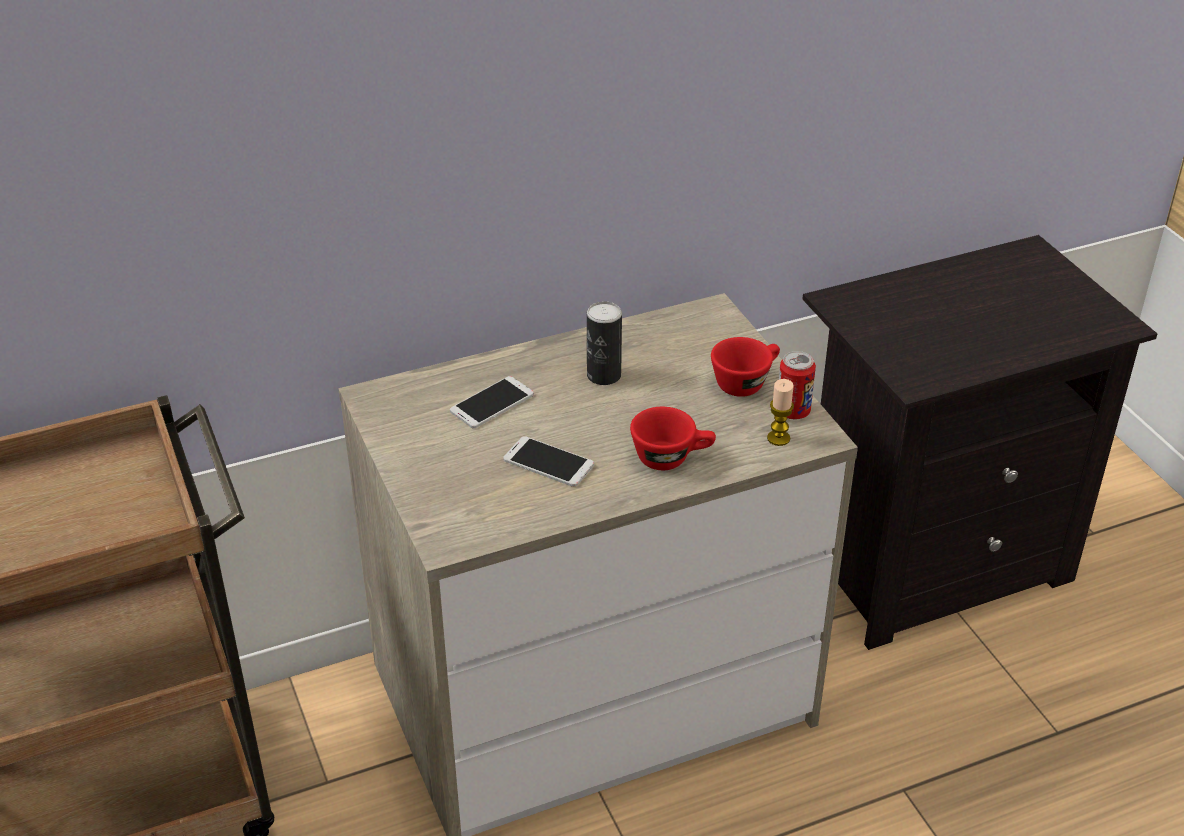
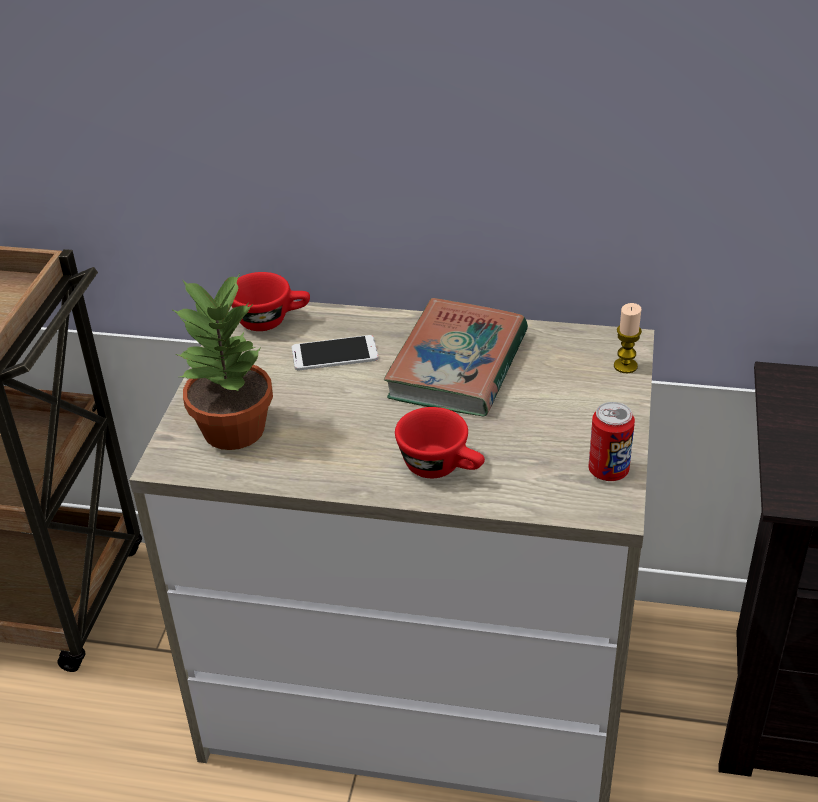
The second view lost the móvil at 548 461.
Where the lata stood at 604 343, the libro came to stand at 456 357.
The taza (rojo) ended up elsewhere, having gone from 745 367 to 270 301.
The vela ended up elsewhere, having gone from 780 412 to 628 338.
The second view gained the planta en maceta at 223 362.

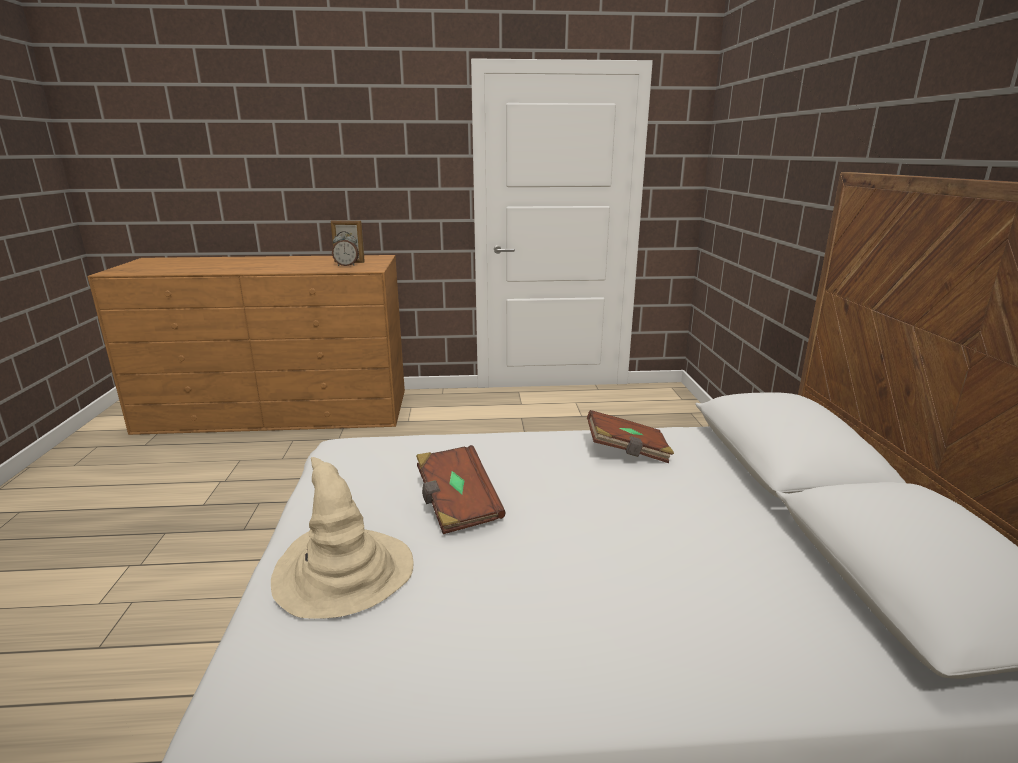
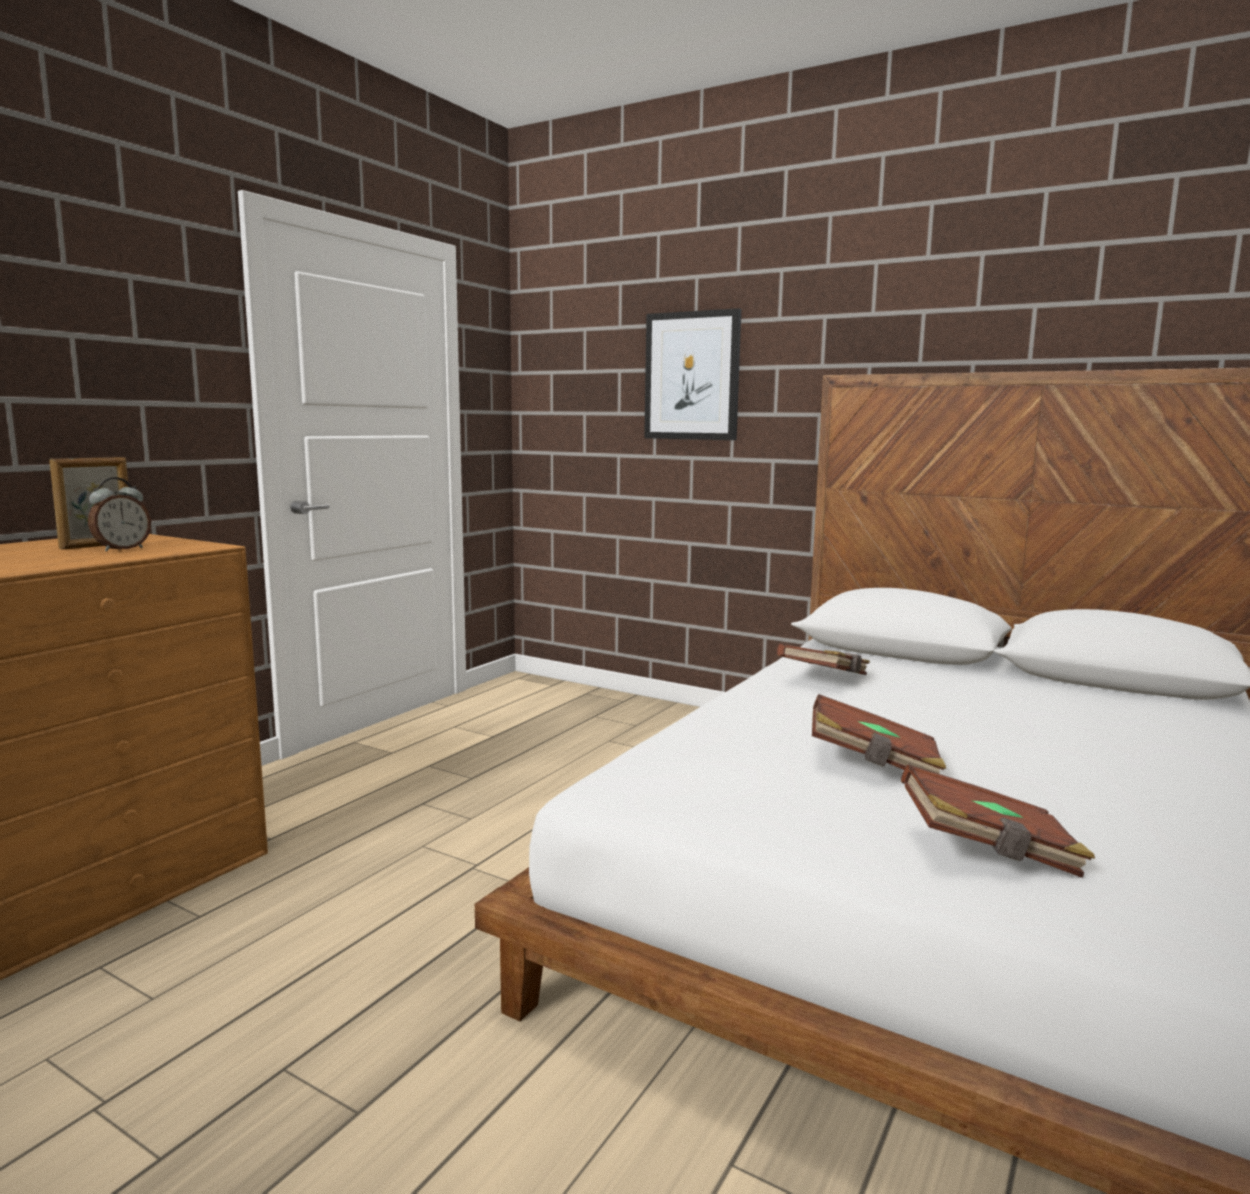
Where the sombrero (beis) stood at 342 538, the libro (marrón) came to stand at 998 821.
The second view gained the cuadro at 692 374.

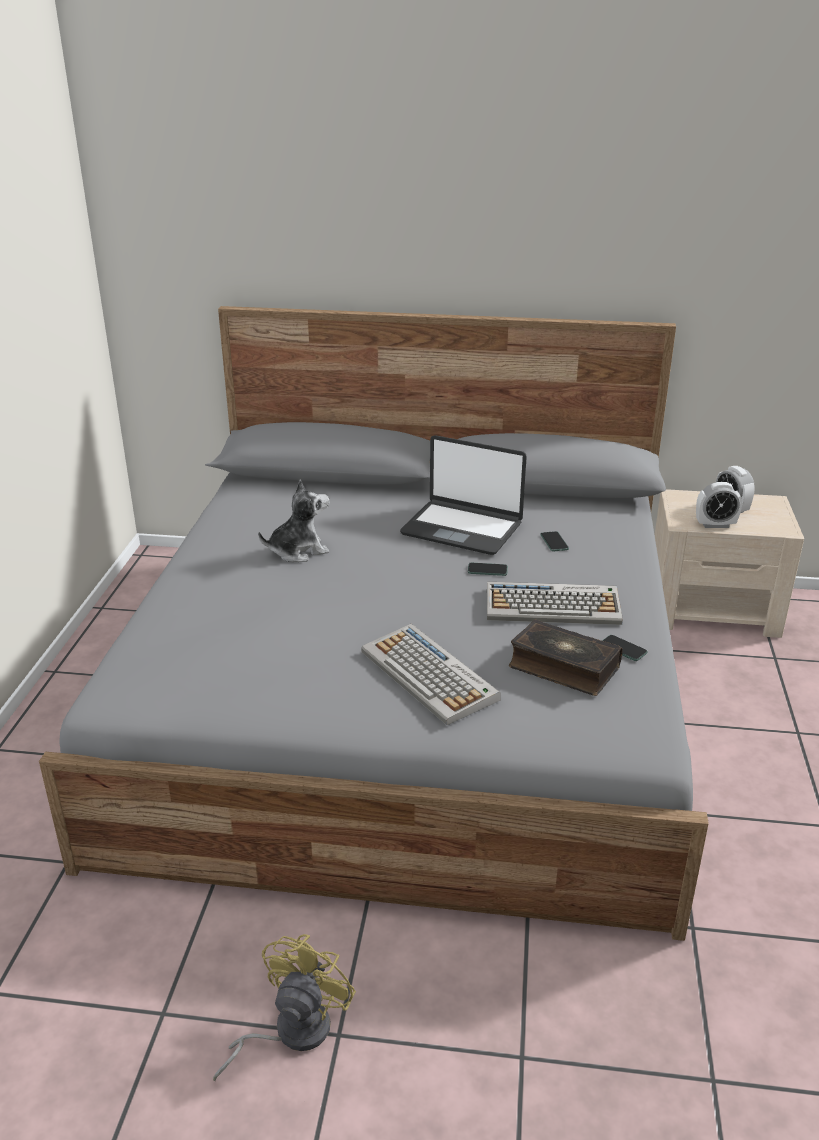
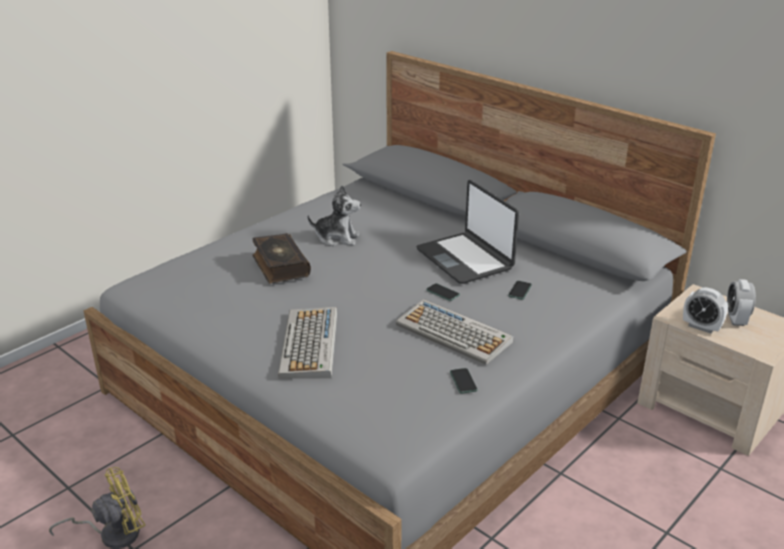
The libro ended up elsewhere, having gone from 566 657 to 282 258.

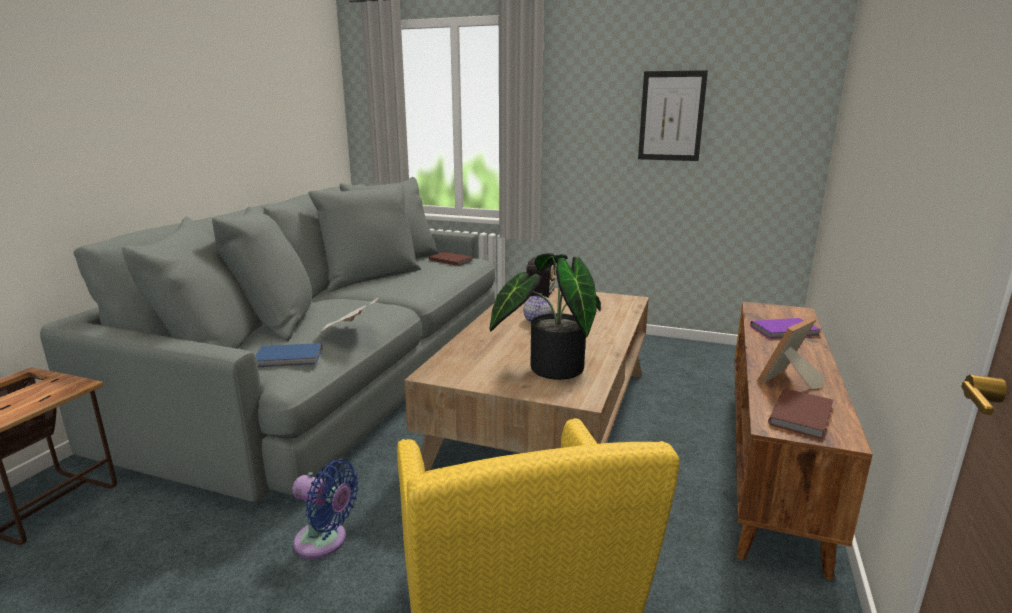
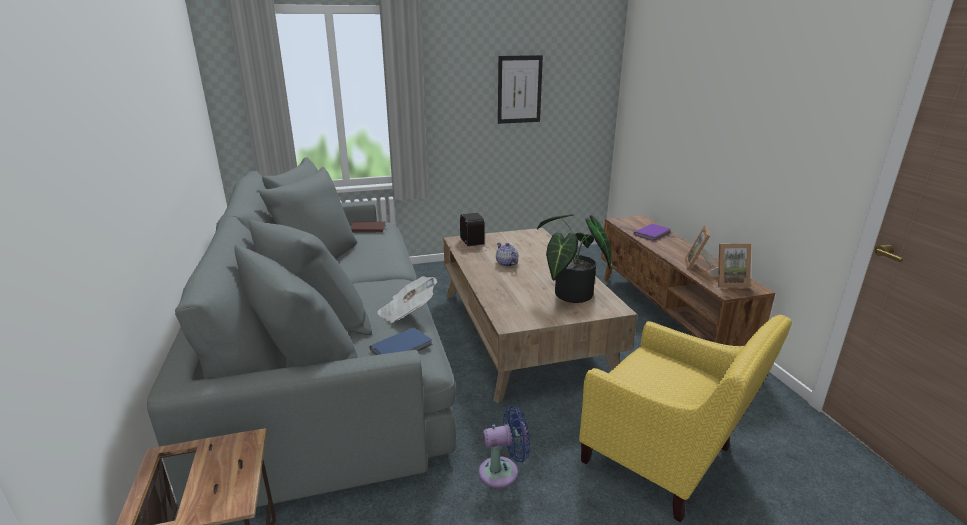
Where the libro (marrón) stood at 800 413, the portarretratos came to stand at 731 266.

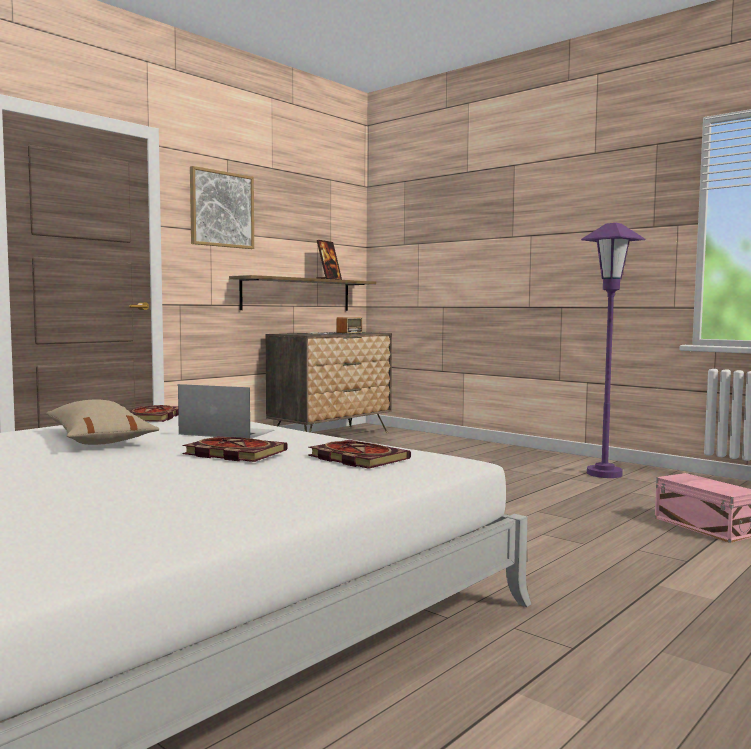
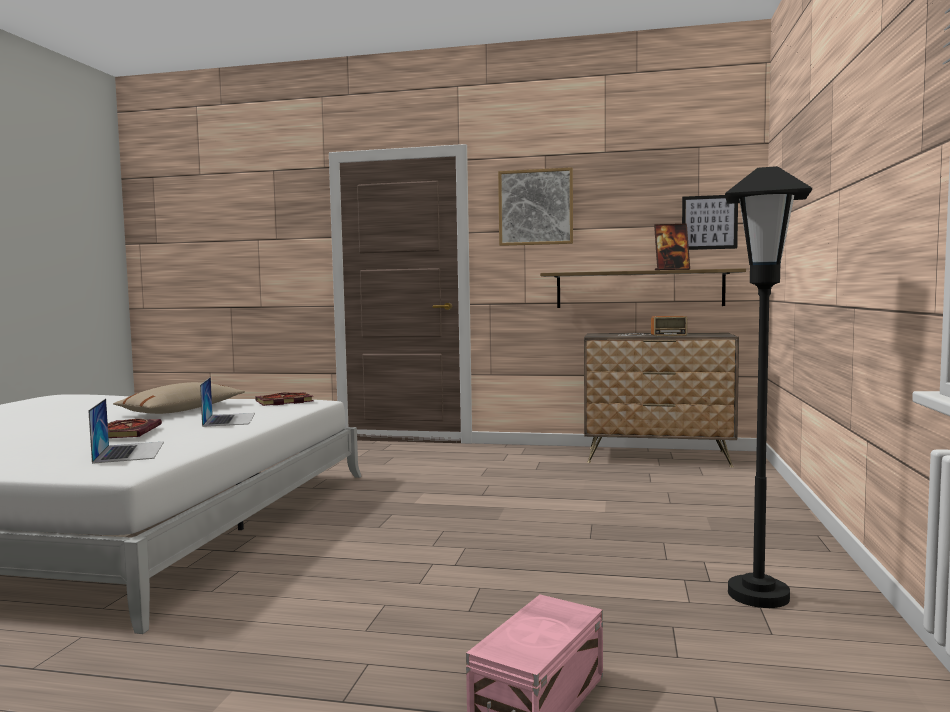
Where the libro stood at 359 454, the portátil came to stand at 126 431.
What was the lámpara de pie (morado) at 613 350 turned into the lámpara de pie (negro) at 768 387.
The second view gained the cuadro at 710 222.

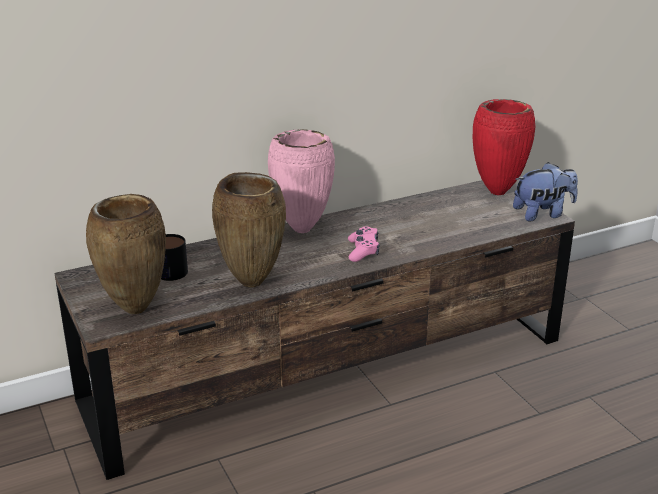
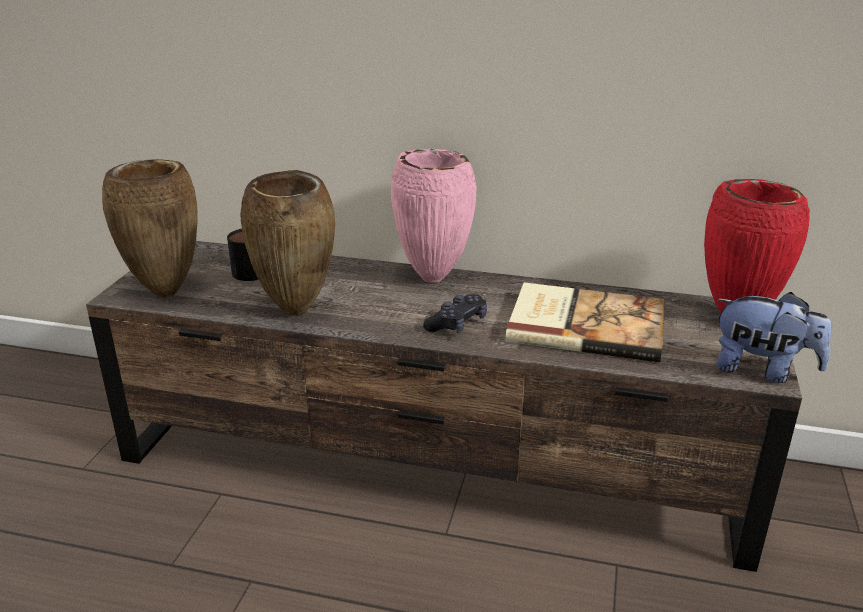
What was the mando de consola (rosa) at 364 244 turned into the mando de consola (negro) at 455 313.
The second view gained the libro at 585 322.

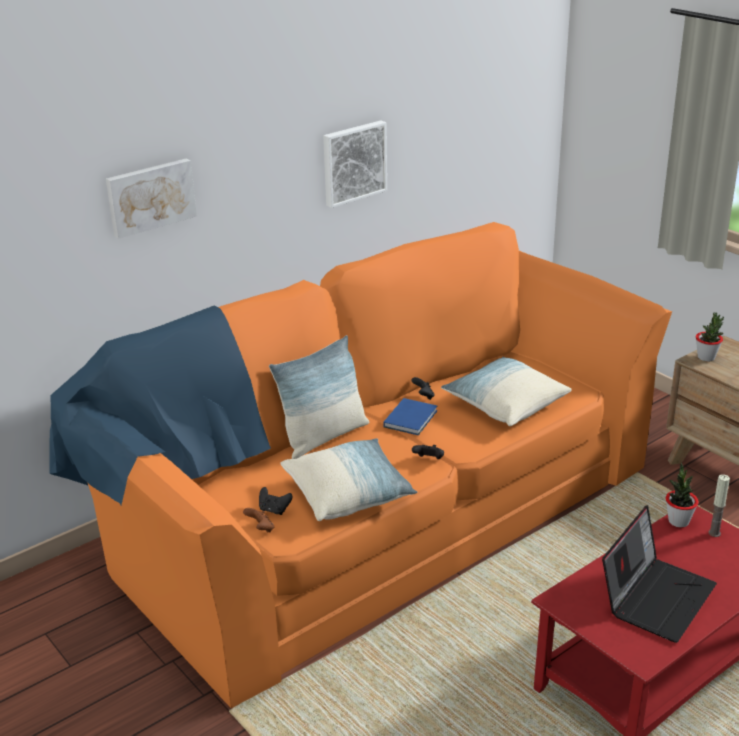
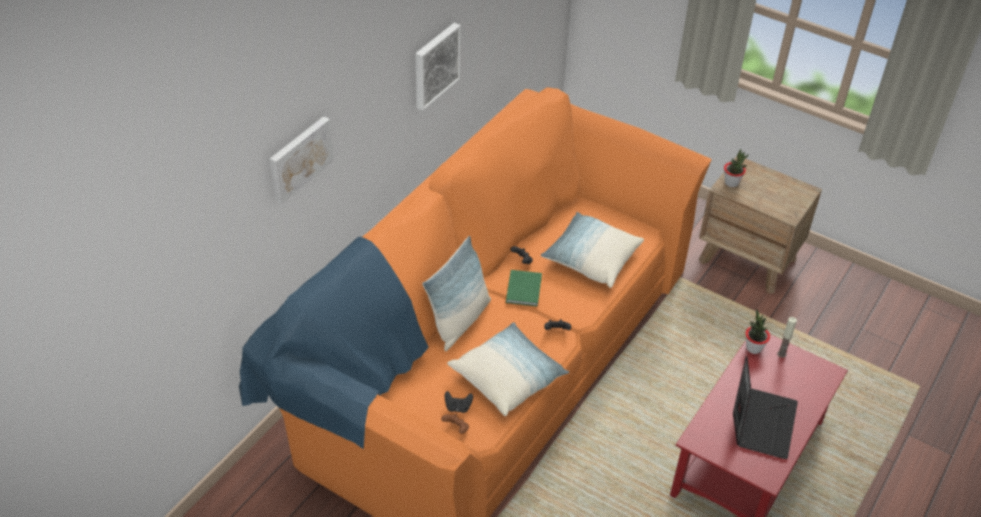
What was the libro (azul) at 410 416 turned into the libro (verde) at 524 288.

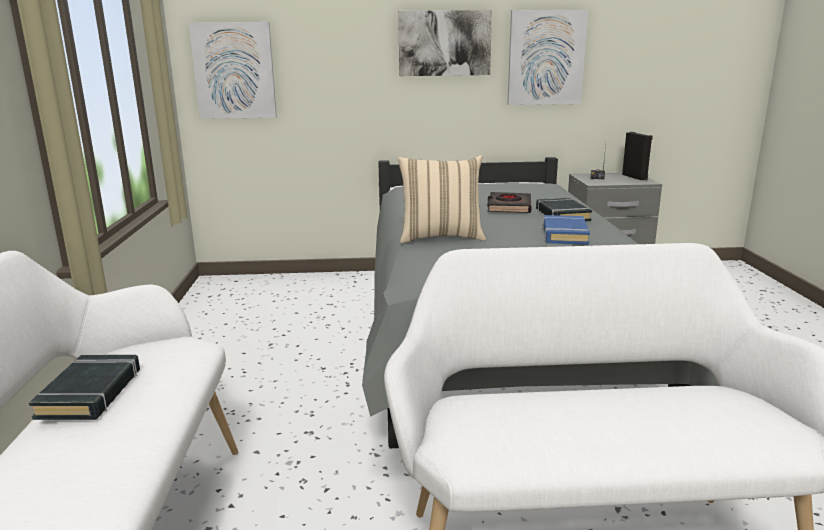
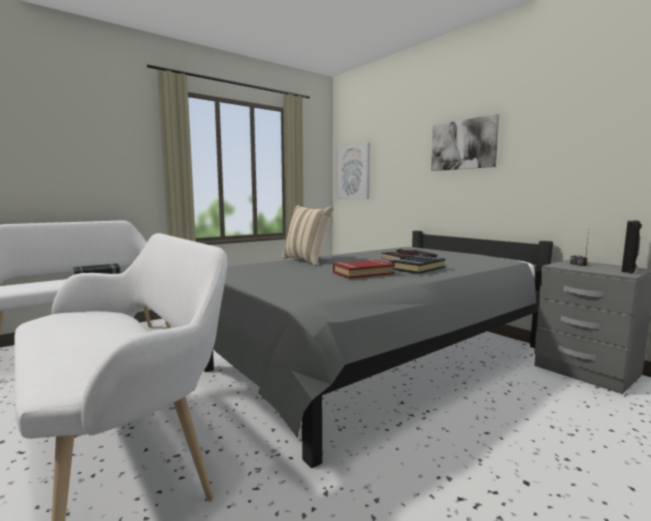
The second view lost the cuadro at 547 57.
What was the libro (azul) at 566 230 turned into the libro (rojo) at 364 269.

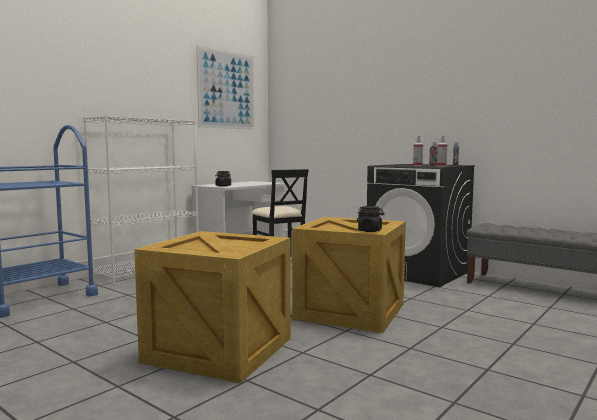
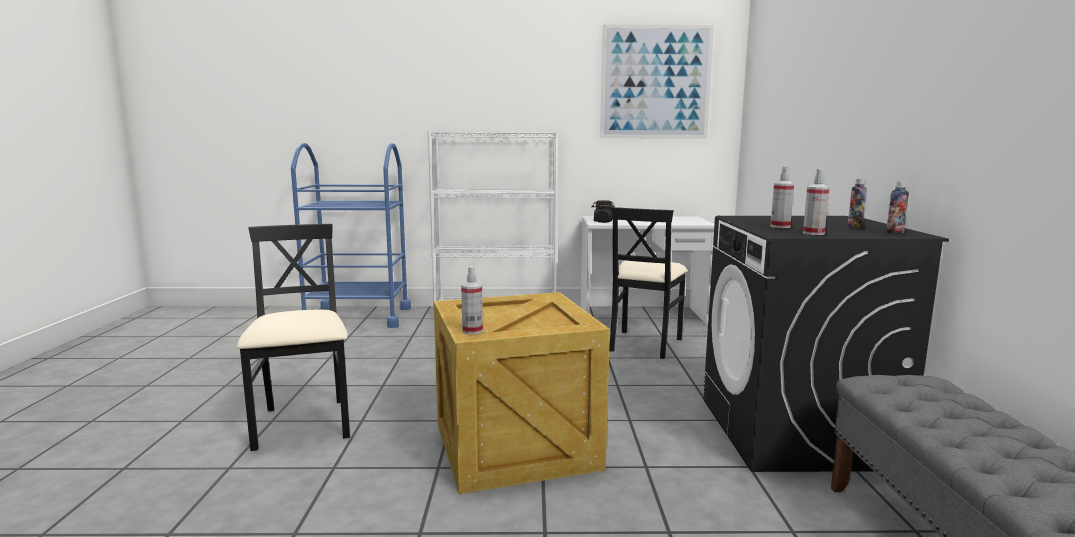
Where the caja de embalaje stood at 212 307, the silla (negro) came to stand at 293 337.
Where the tarro (negro) stood at 370 219, the pulverizador came to stand at 472 300.

